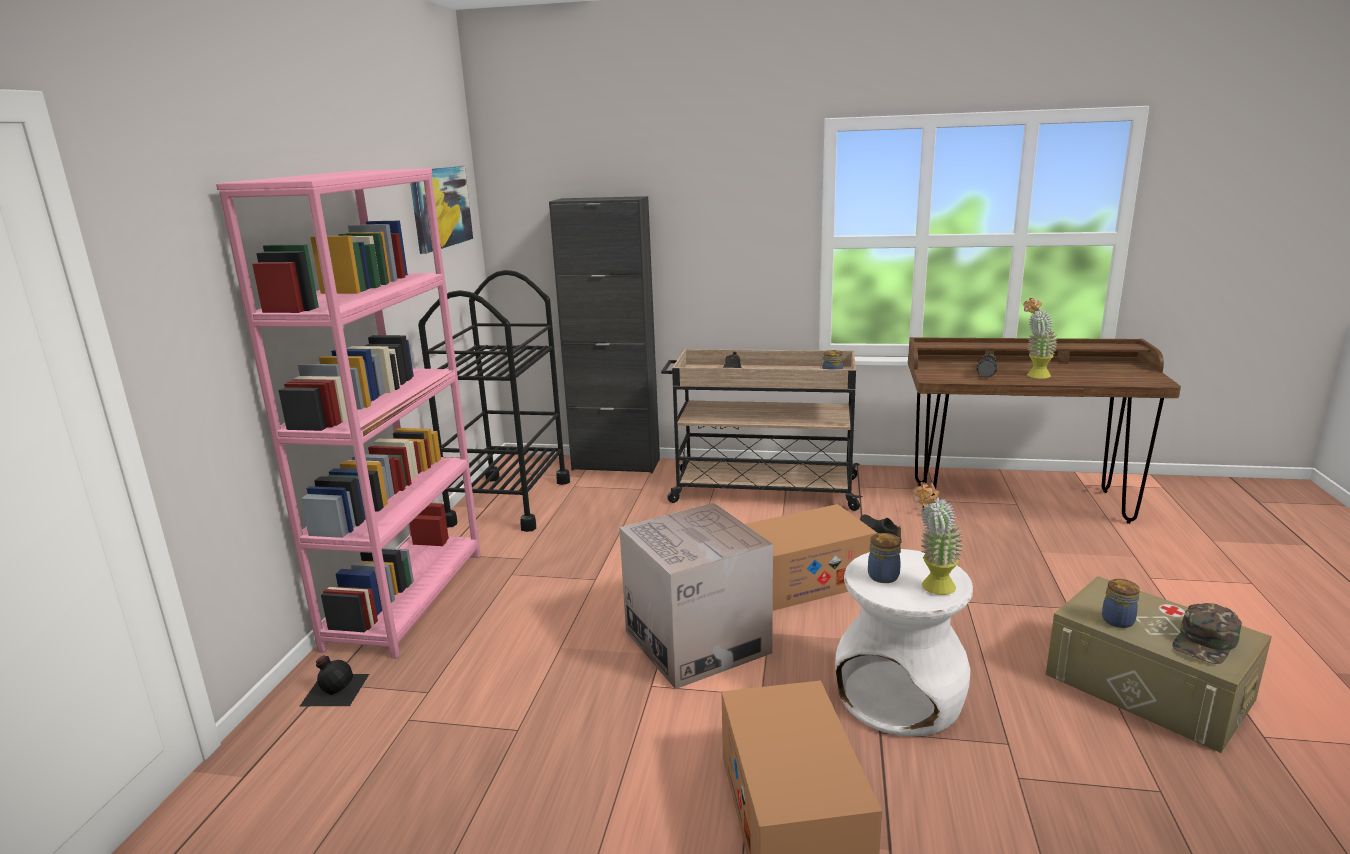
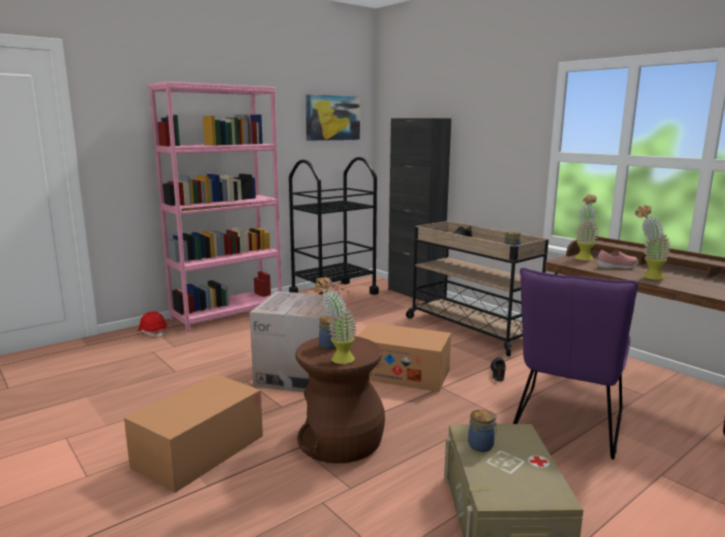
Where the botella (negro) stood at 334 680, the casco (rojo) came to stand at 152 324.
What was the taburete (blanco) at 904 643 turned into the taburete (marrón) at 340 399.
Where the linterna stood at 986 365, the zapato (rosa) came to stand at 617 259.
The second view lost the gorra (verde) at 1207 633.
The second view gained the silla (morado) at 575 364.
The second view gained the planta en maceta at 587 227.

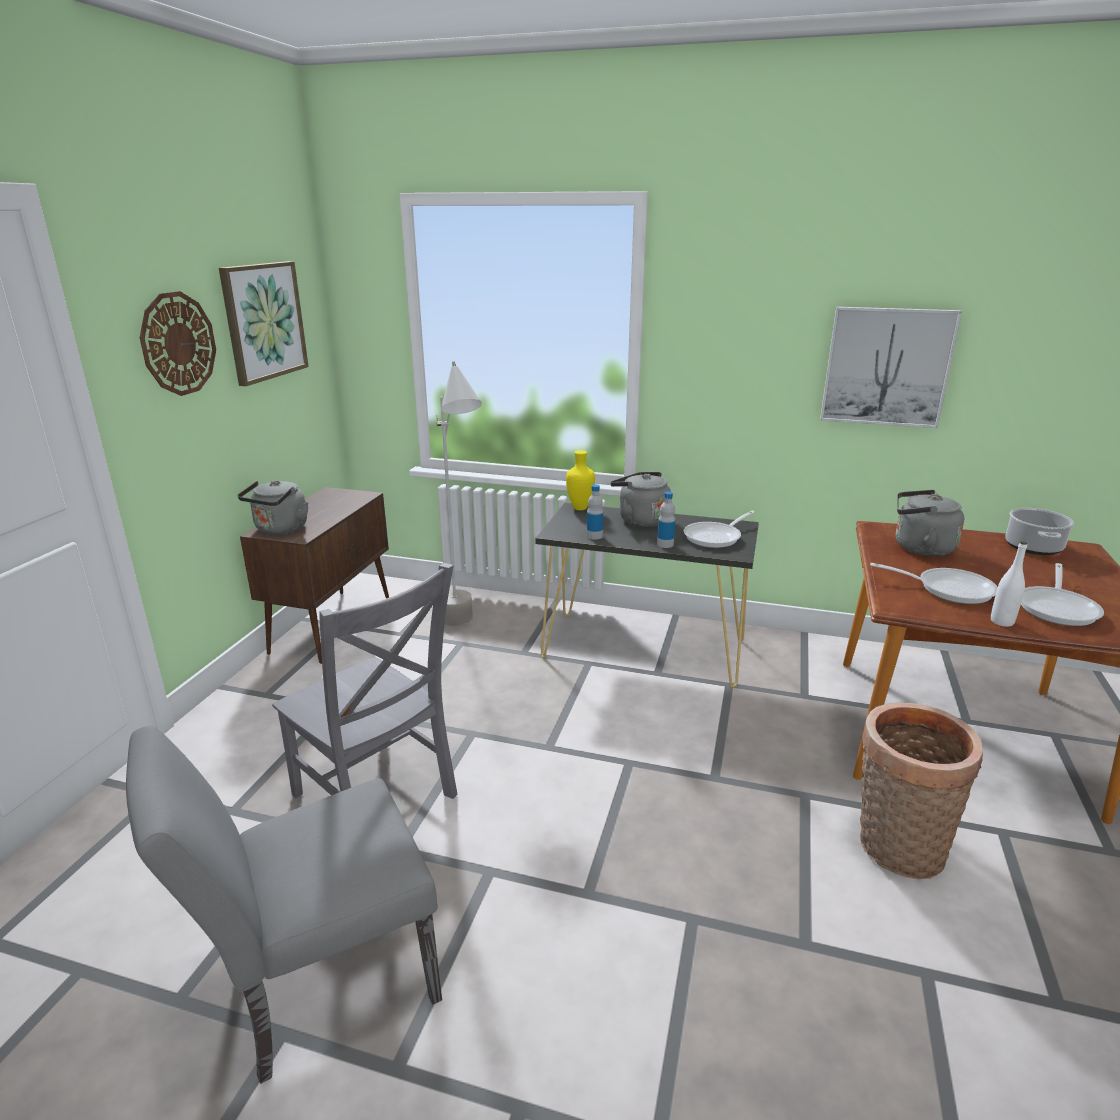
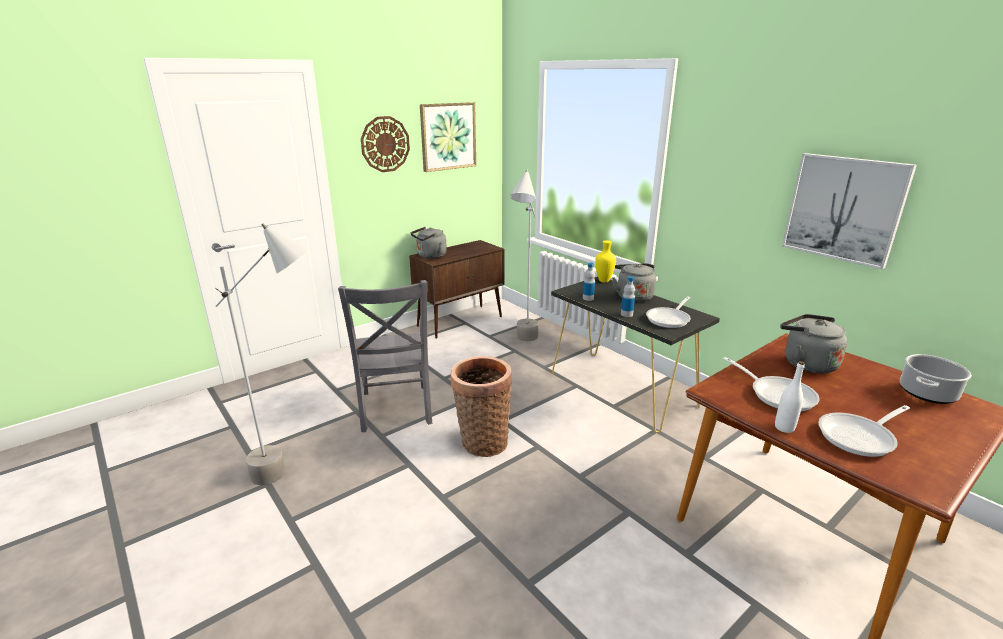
Where the silla (gris) stood at 284 905, the lámpara de pie (gris) came to stand at 262 354.
The sartén at 719 529 ended up facing another way, 45 degrees counterclockwise from before.
The cesta ended up elsewhere, having gone from 921 791 to 481 406.

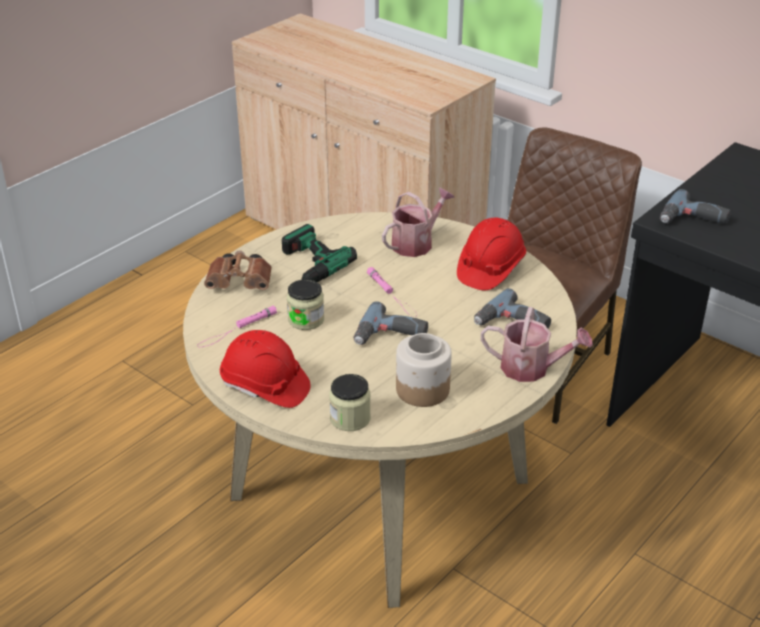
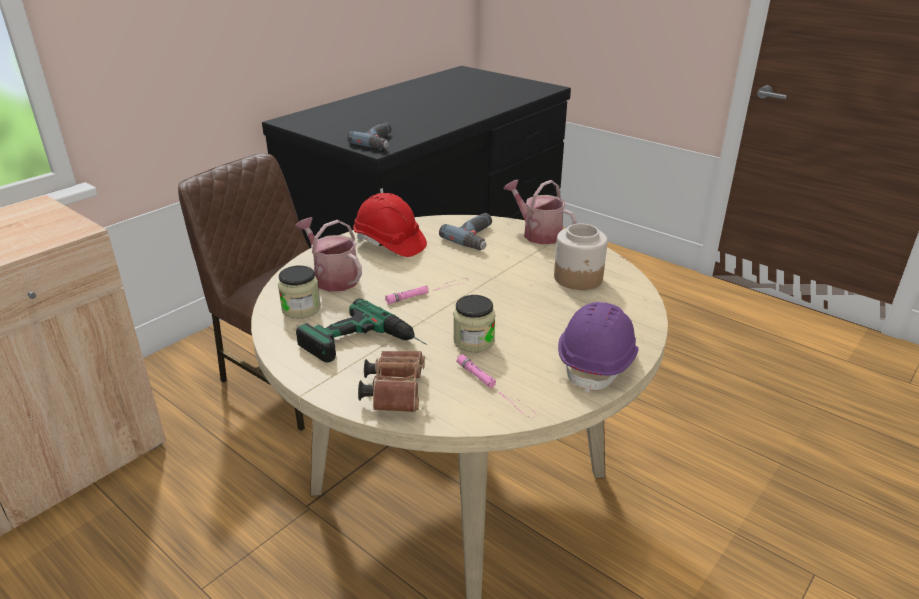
What was the casco (rojo) at 265 369 turned into the casco (morado) at 598 347.
The tarro ended up elsewhere, having gone from 350 402 to 299 292.
The second view lost the taladro at 391 323.
The regadera at 537 344 ended up facing another way, 60 degrees counterclockwise from before.

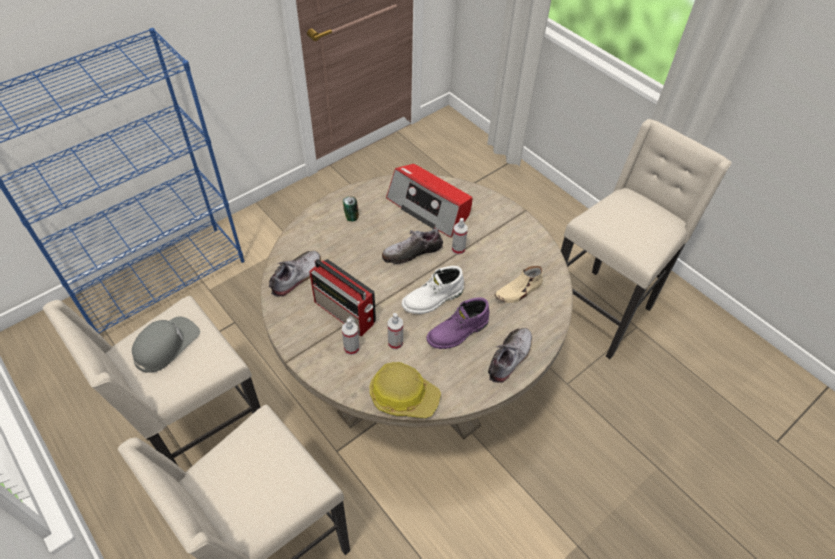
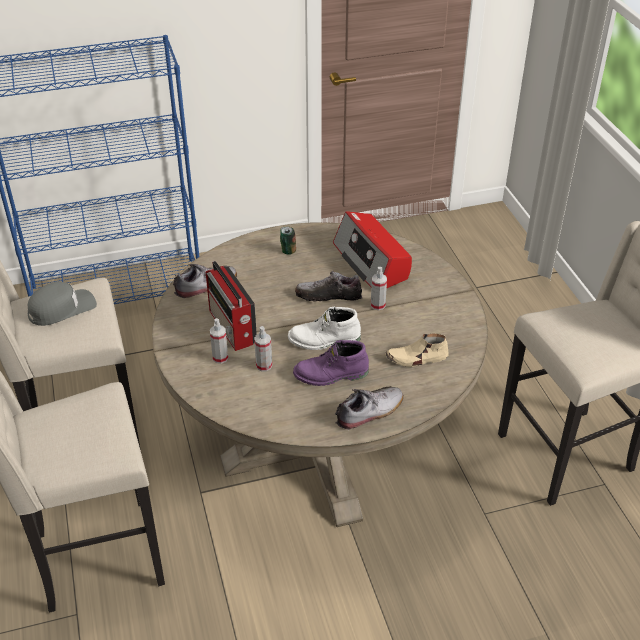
The second view lost the casco at 405 390.

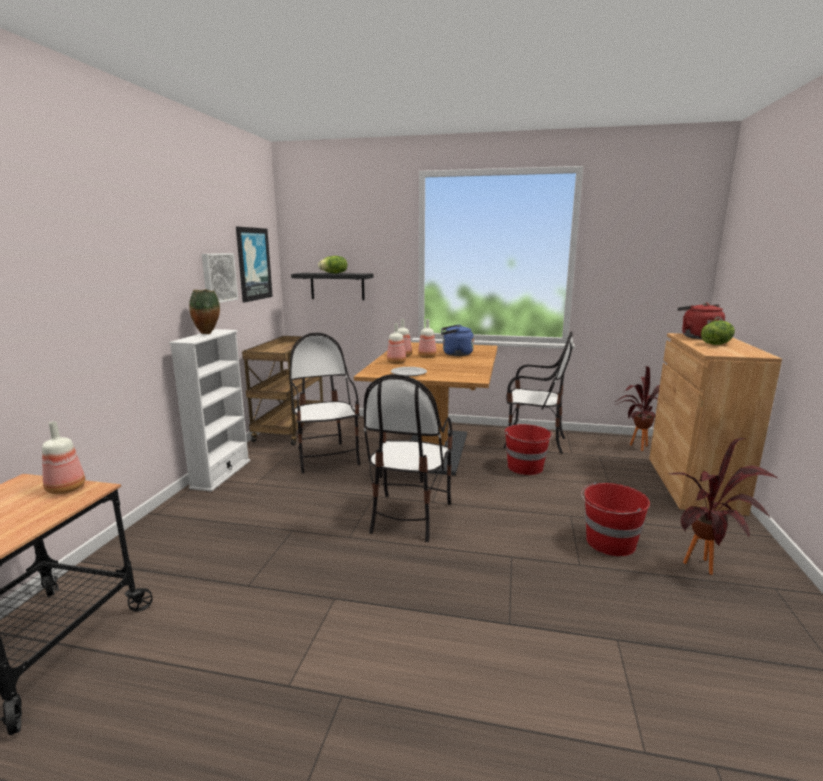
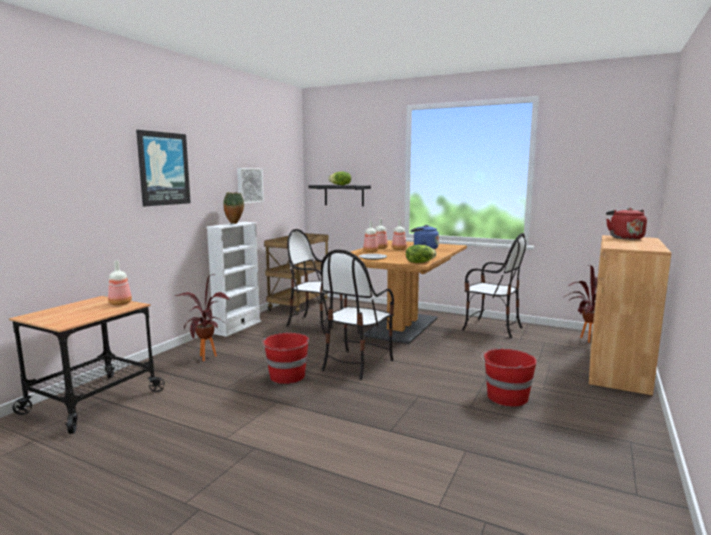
The cuadro ended up elsewhere, having gone from 254 264 to 163 168.
The silla at 325 403 ended up facing another way, 60 degrees counterclockwise from before.
The cubo (rojo) ended up elsewhere, having gone from 529 449 to 285 358.
The planta en maceta ended up elsewhere, having gone from 723 506 to 202 317.
The lechuga ended up elsewhere, having gone from 718 333 to 421 254.

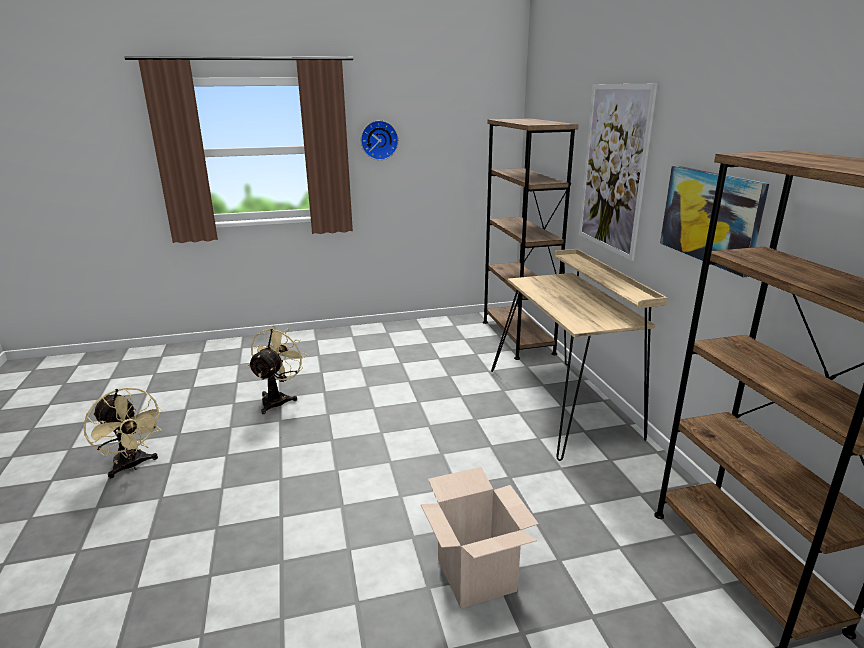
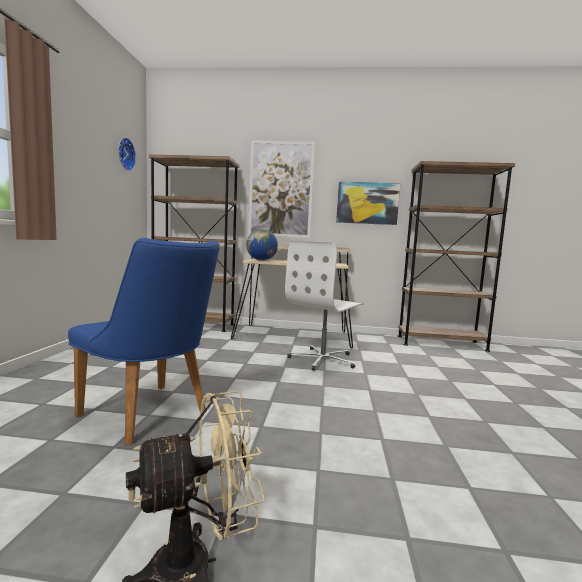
Where the ventilador (beis) stood at 277 369, the silla (azul) came to stand at 144 341.
The reloj de pared ended up elsewhere, having gone from 380 140 to 127 154.
The second view lost the caja de cartón at 480 537.
The second view gained the globo terráqueo at 262 245.
The second view gained the silla de oficina (blanco) at 324 306.

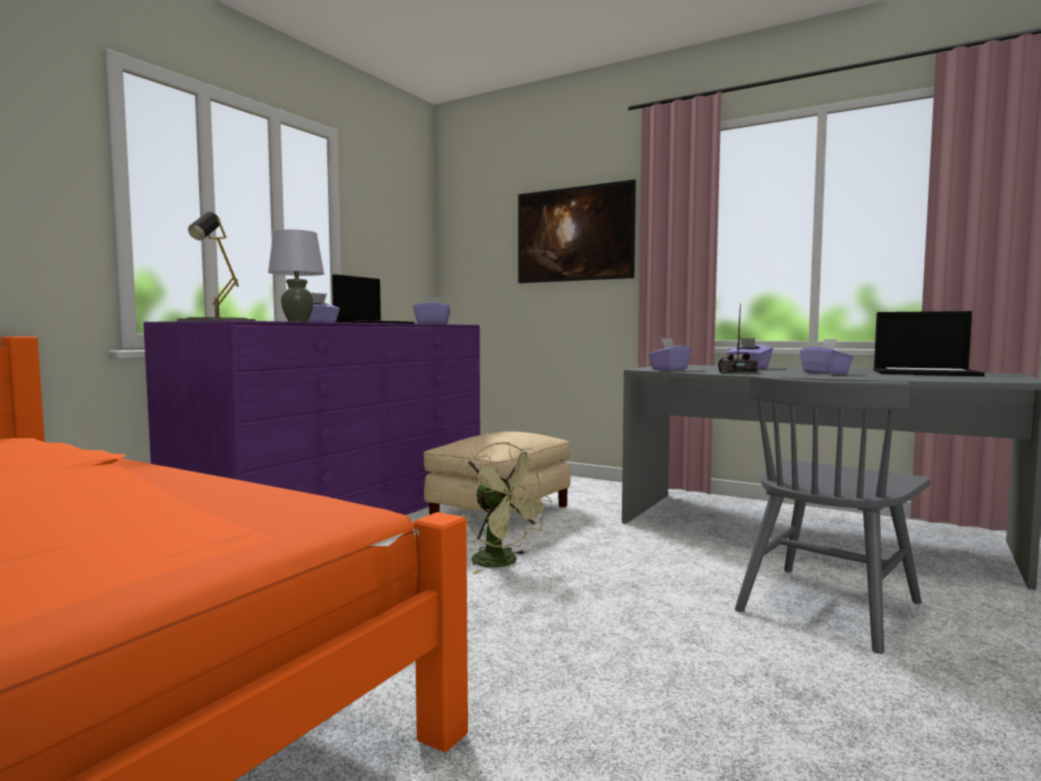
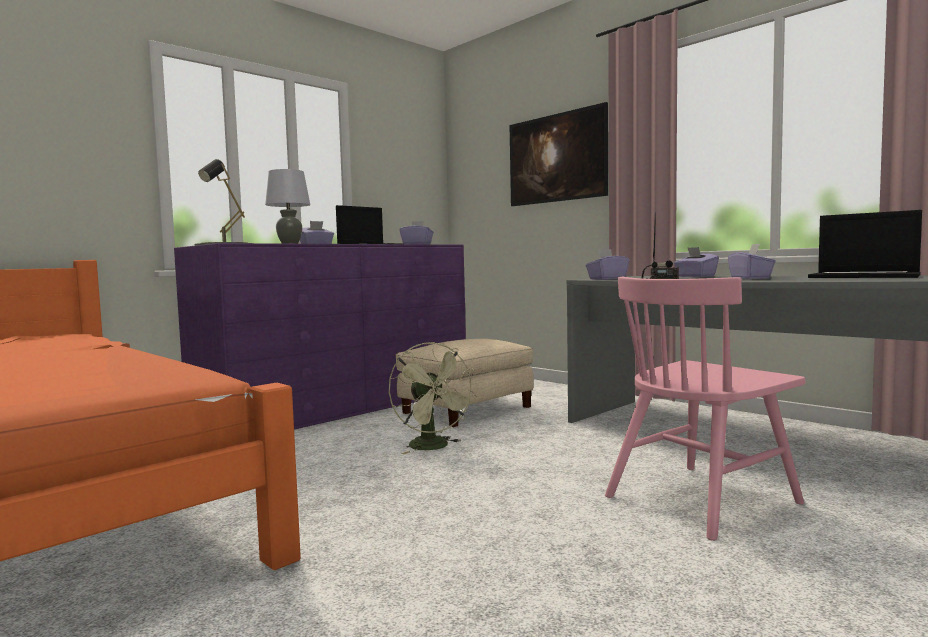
What was the silla (gris) at 832 514 turned into the silla (rosa) at 705 409.

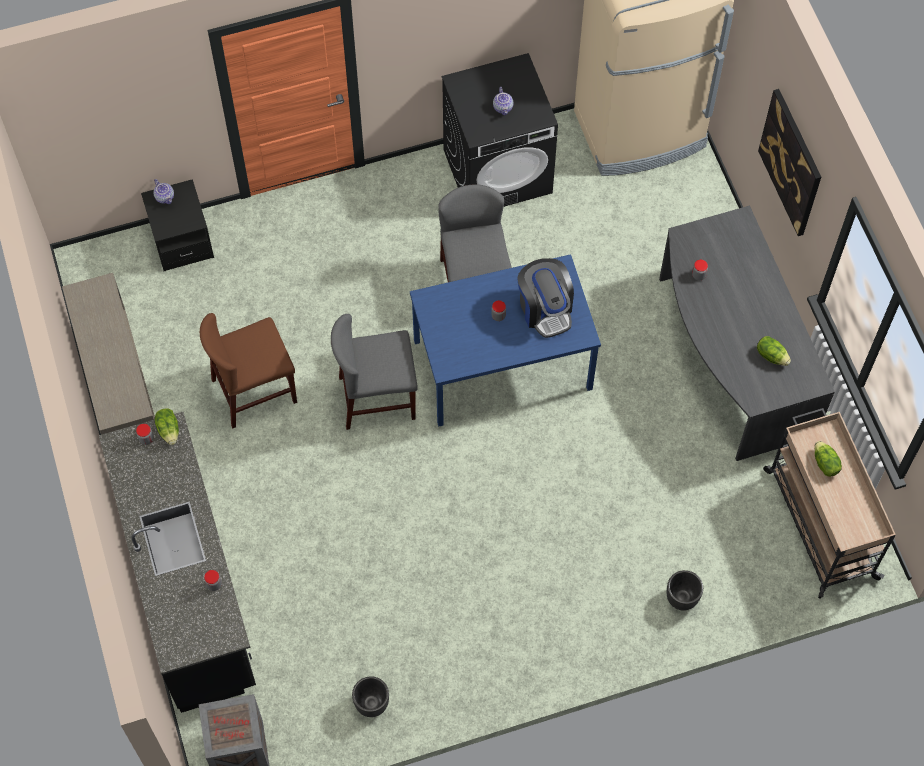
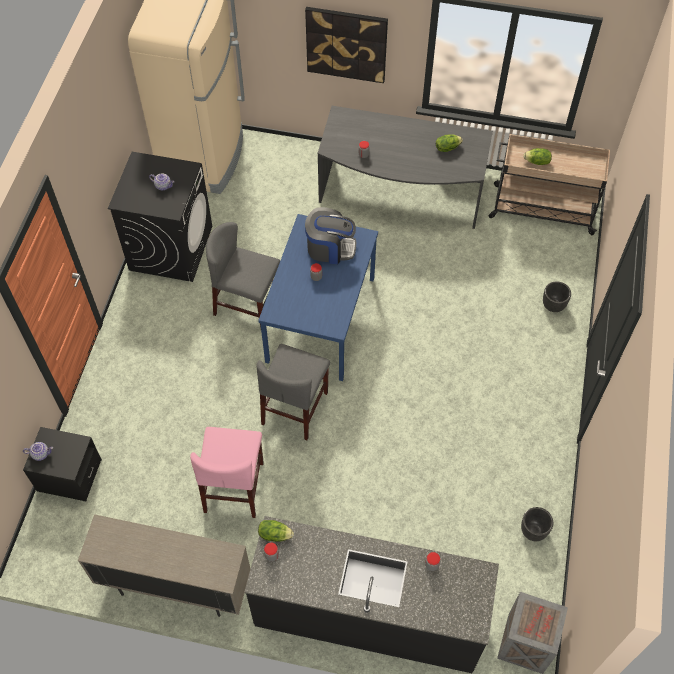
What was the silla (marrón) at 248 371 turned into the silla (rosa) at 227 472.

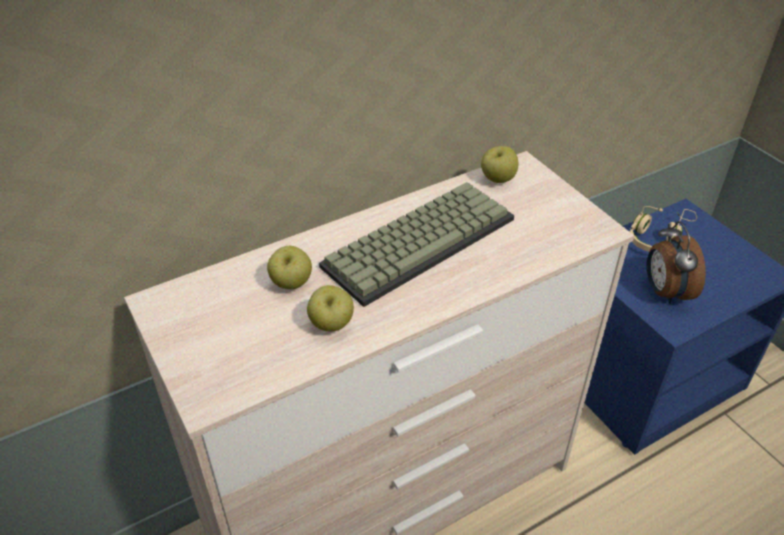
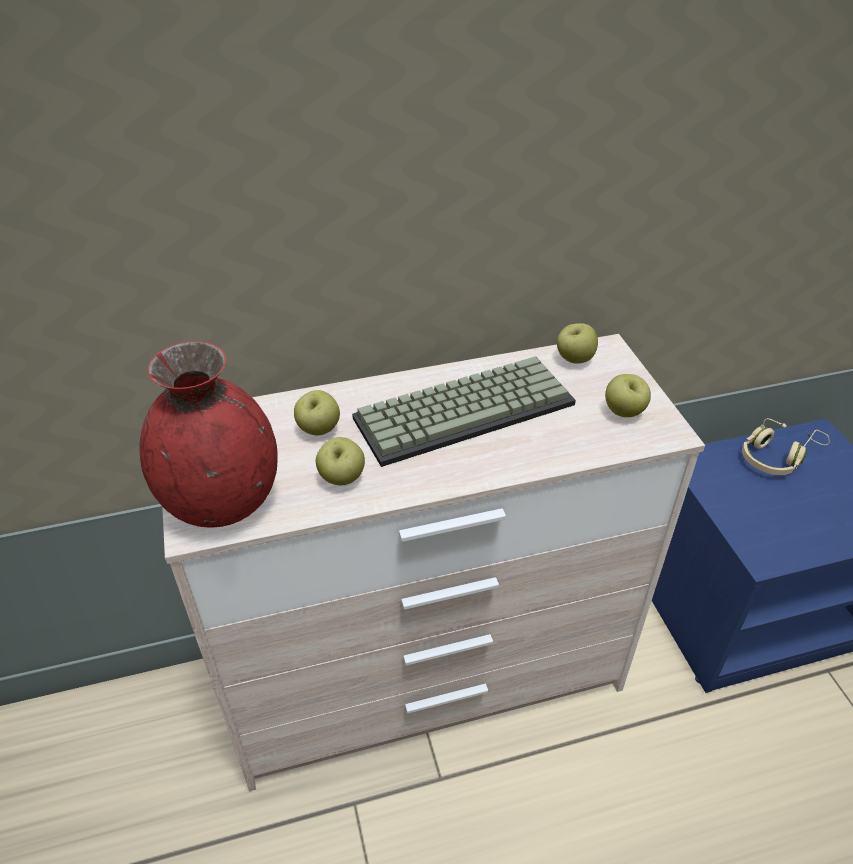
The second view lost the despertador at 676 262.
The second view gained the florero (rojo) at 208 434.
The second view gained the manzana at 628 395.

